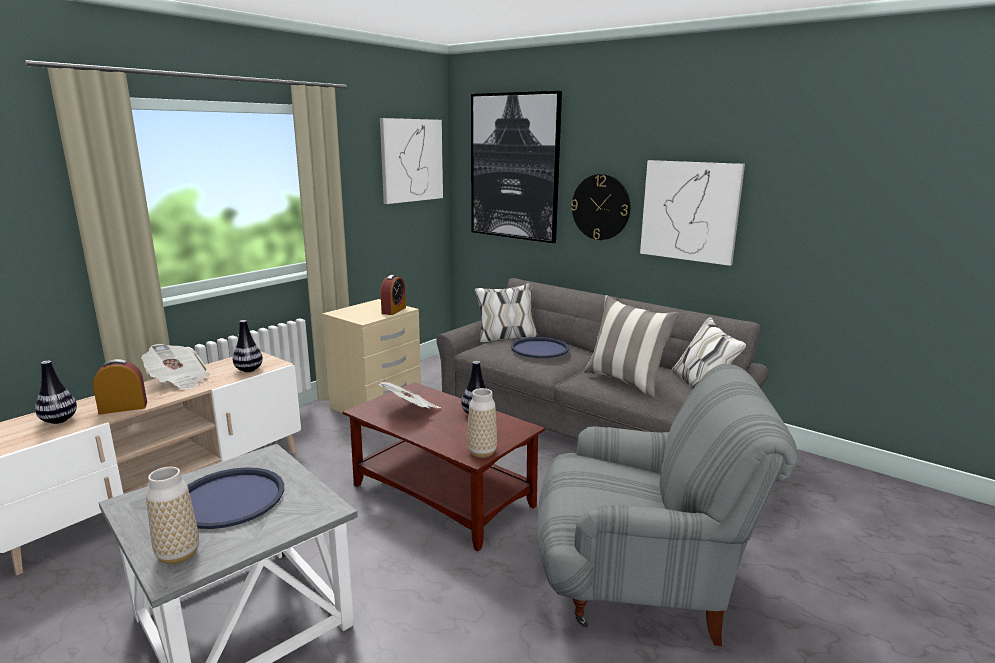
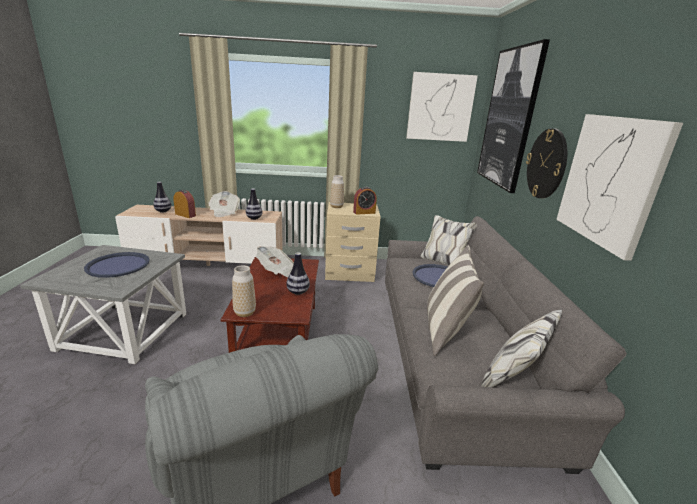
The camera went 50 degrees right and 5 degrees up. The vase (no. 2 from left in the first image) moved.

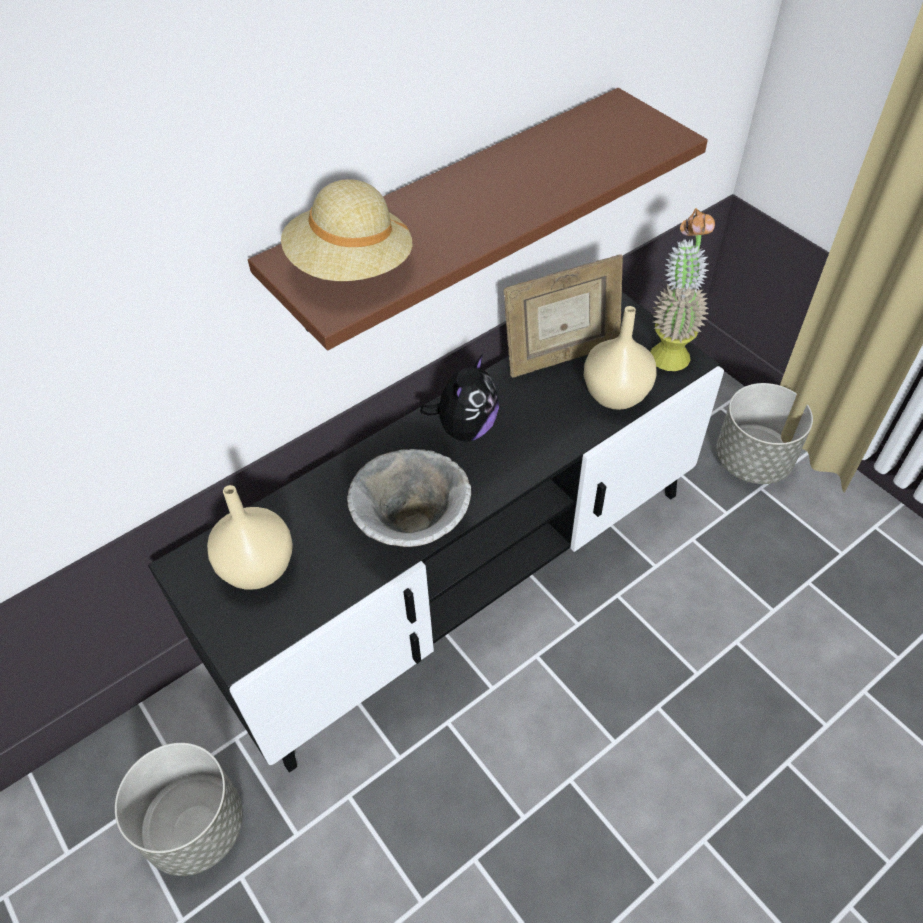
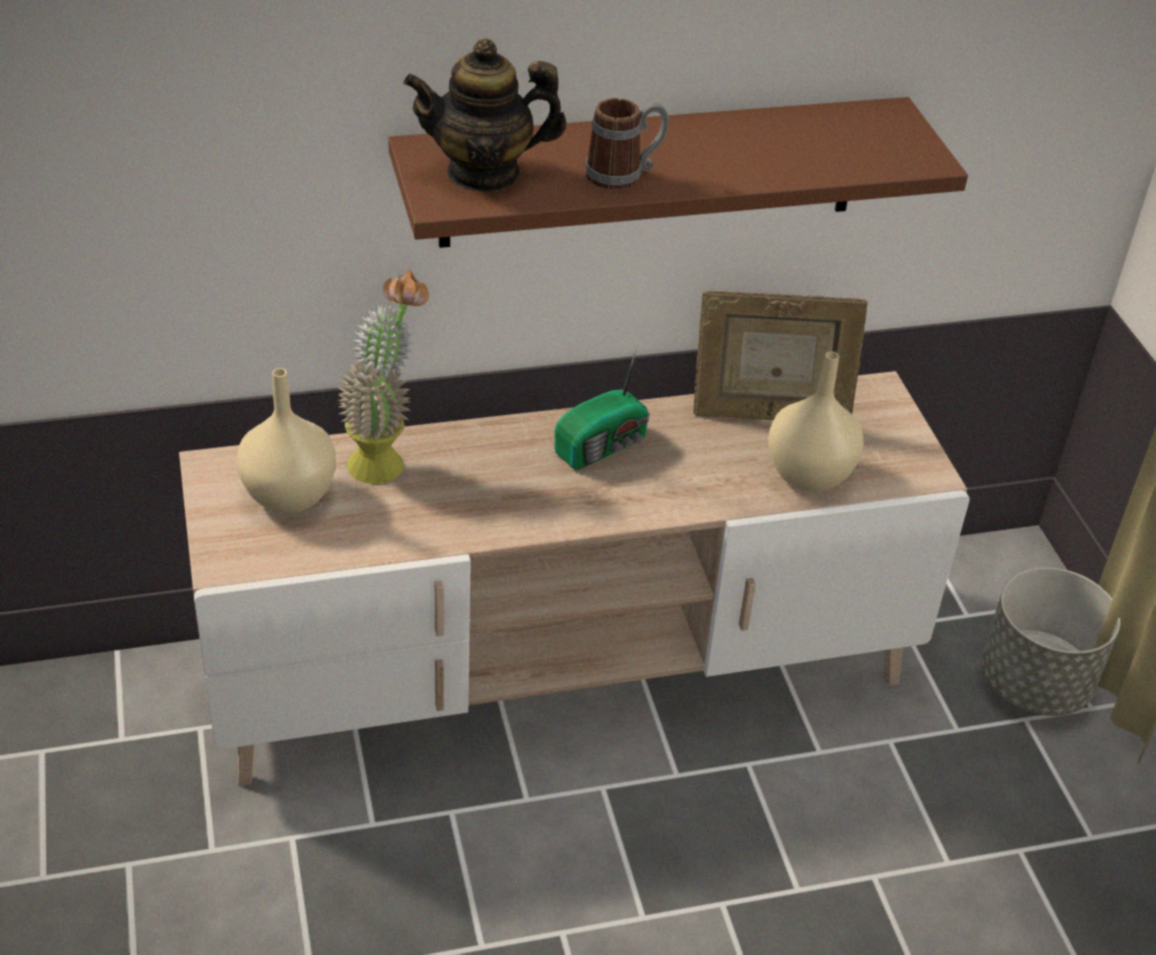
The camera went 20 degrees right and 10 degrees down. The beige-coloured_wearable_hat was replaced by the pot_for_tea. The houseplant moved. The black-coloured_tv_unit became the beige-coloured_tv_unit. The cuddly_toy was replaced by the radio. The serving_bowl disappeared. The greyish_planter (no. 1 from left) disappeared. The mug appeared.

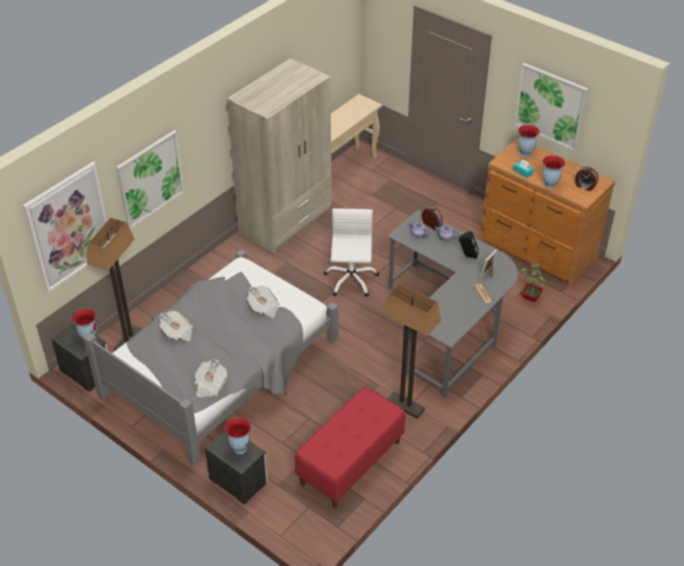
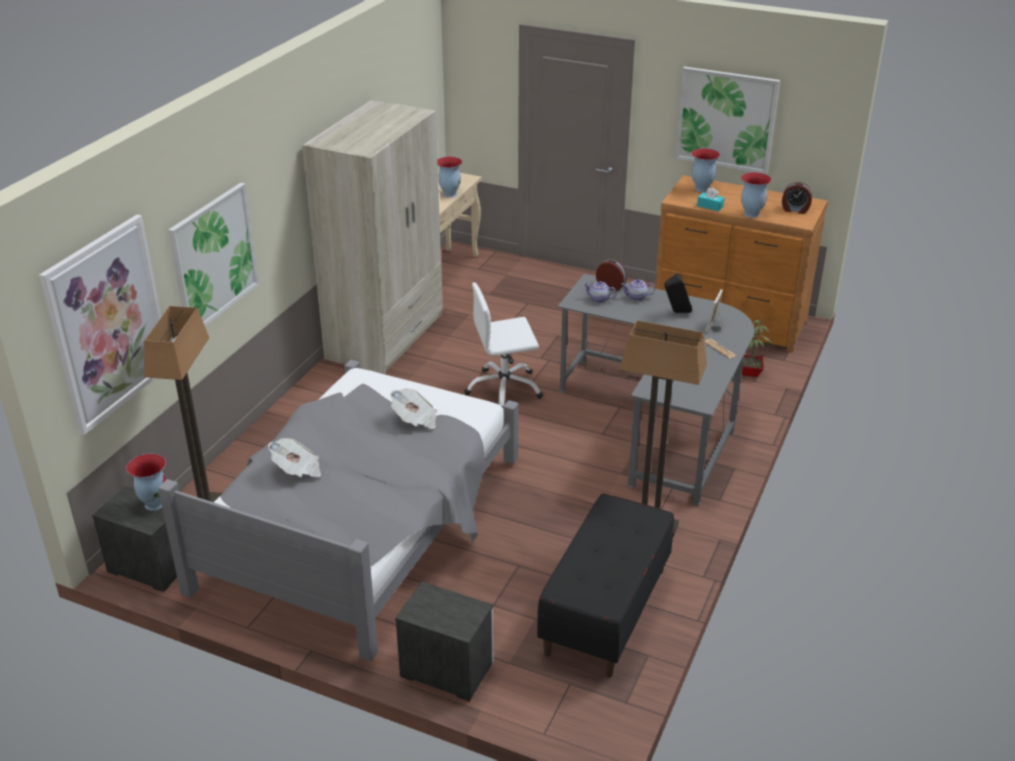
The camera went 15 degrees left and 10 degrees down. The whitish_computer_chair turned 90 degrees counterclockwise. The printed_paper (no. 2 from left) disappeared. The red-coloured_bench became the black-coloured_bench. The vase (no. 2 from left) moved.

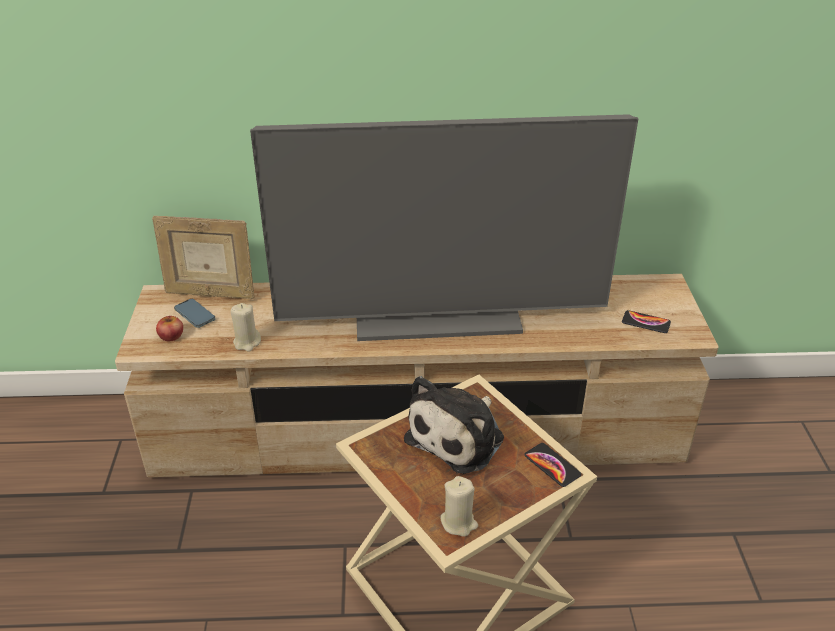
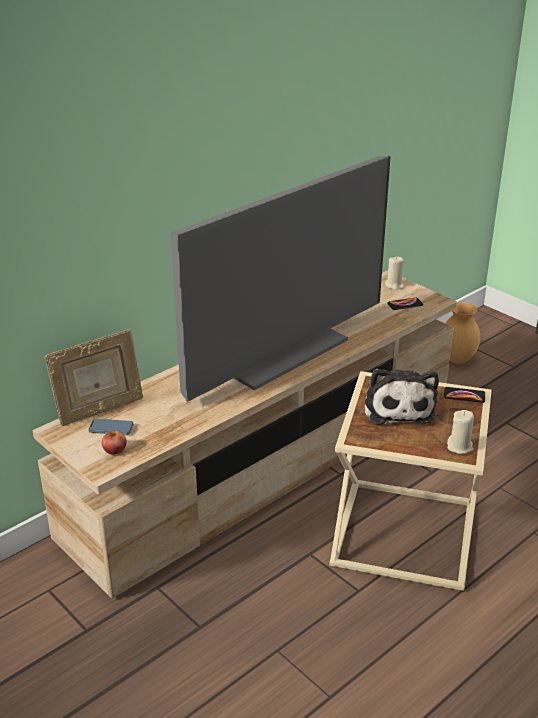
The camera went 40 degrees left and 5 degrees down. The beige-coloured_wax_light (no. 1 from left) moved. The brown_vase appeared.

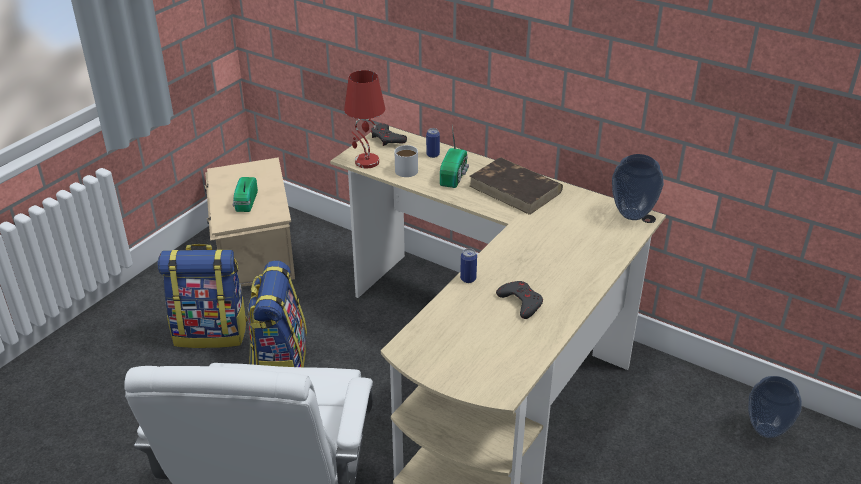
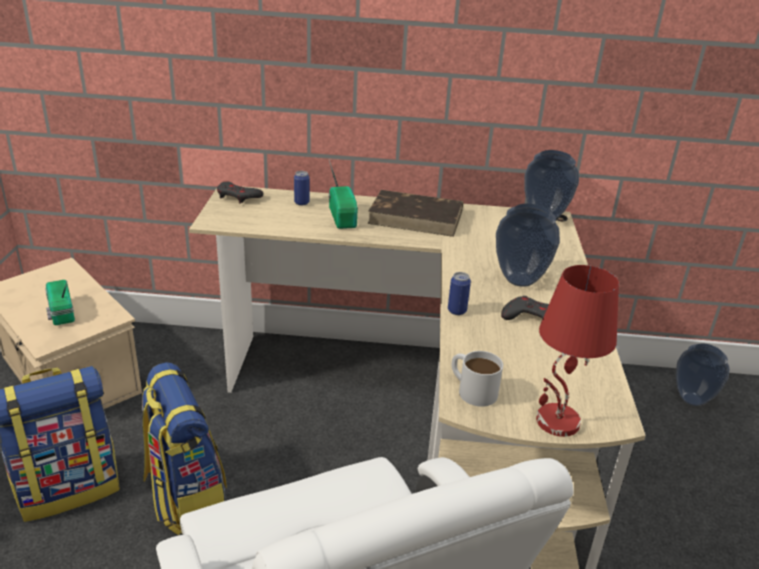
The camera went 30 degrees left and 5 degrees down. The red-coloured_tabletop_lamp moved. The whitish_mug moved. The vase (no. 1 from left) appeared.

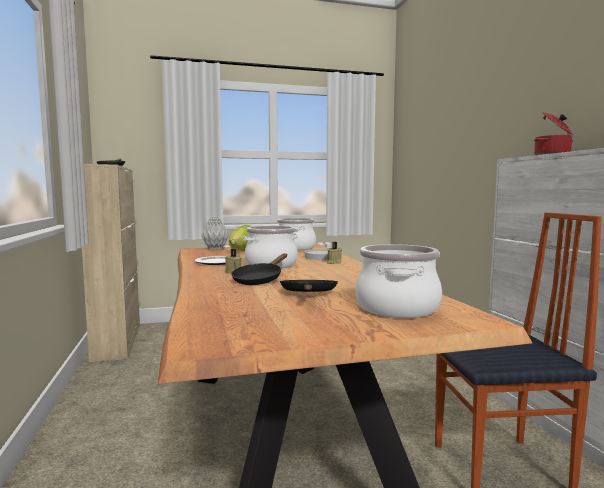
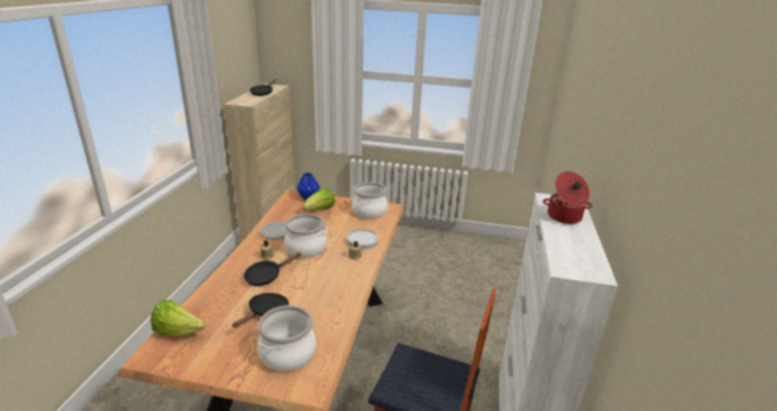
The camera went 25 degrees right and 20 degrees up. The greyish_vase became the bluish_vase. The lettuce (no. 1 from left) appeared.

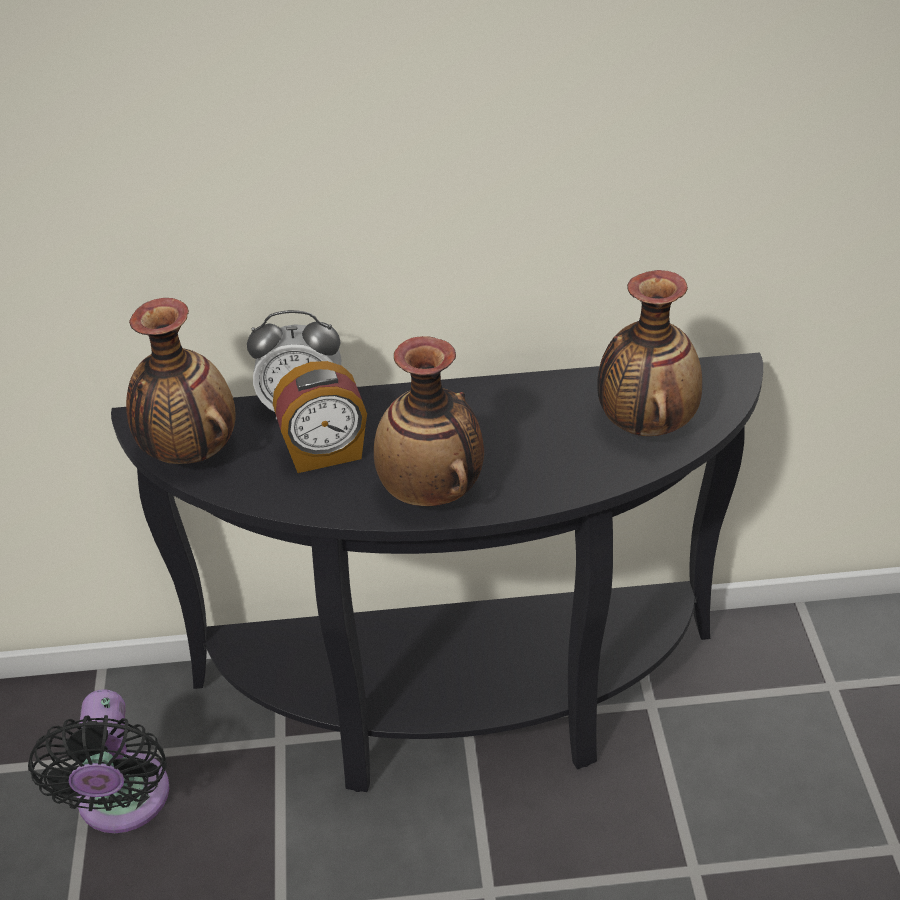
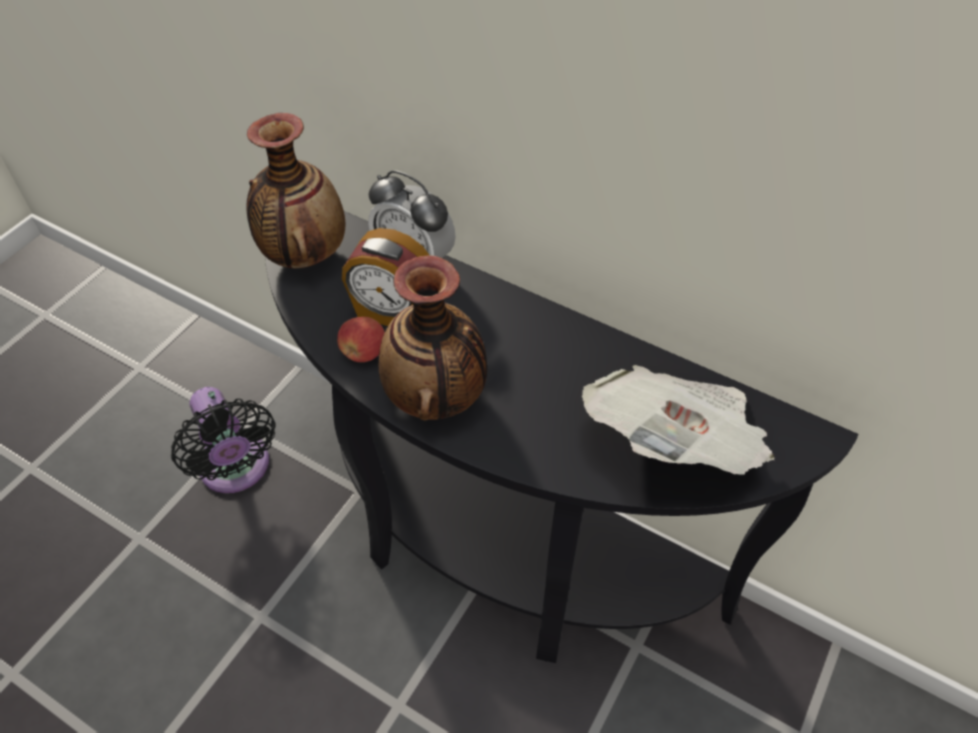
The camera went 35 degrees right and 10 degrees up. The vase (no. 3 from left) was replaced by the printed_paper. The black-coloured_fan turned 60 degrees counterclockwise. The whole_apple appeared.

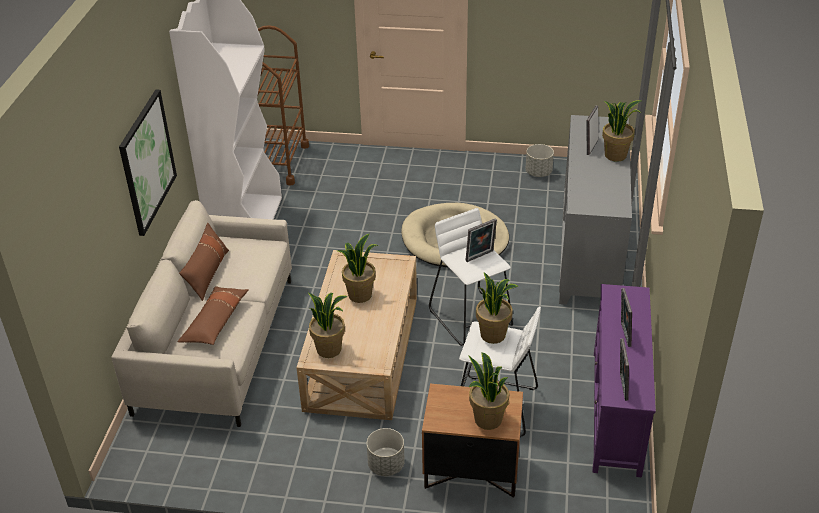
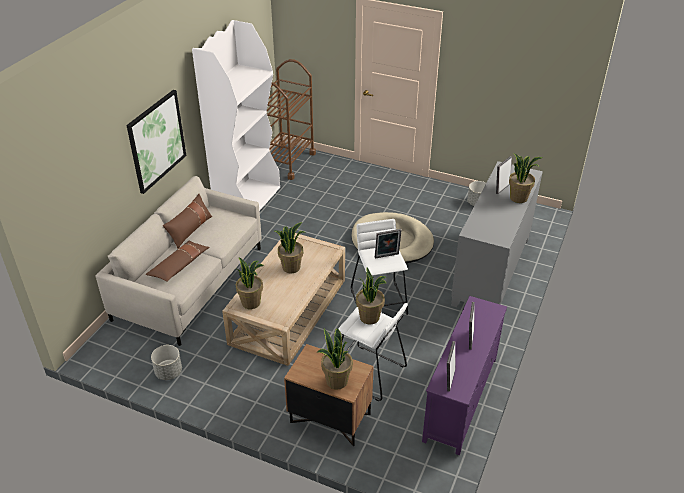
The camera went 15 degrees right and 0 degrees up. The greyish_planter (no. 1 from left) moved.

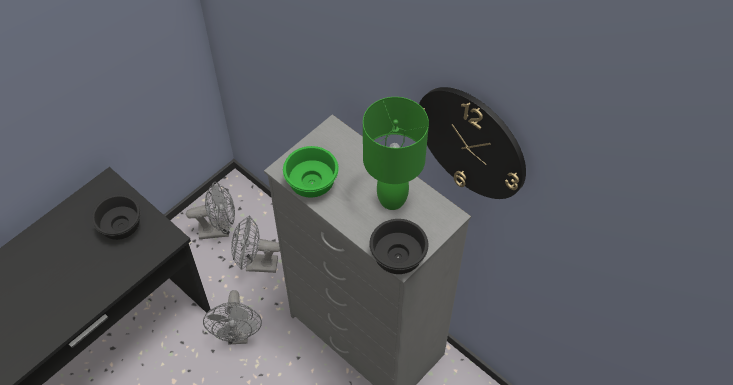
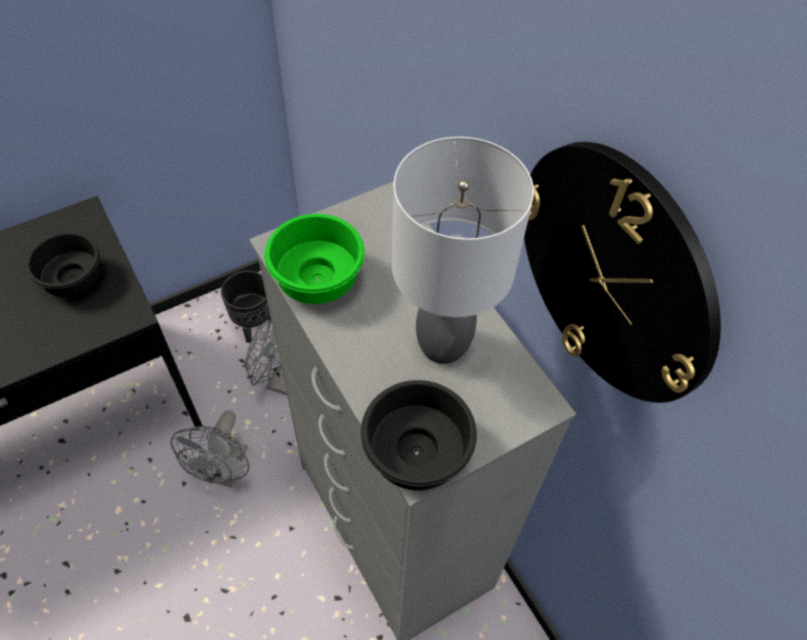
The camera went 15 degrees right and 0 degrees up. The green_tabletop_lamp became the greyish_tabletop_lamp. The greyish_fan (no. 1 from left) was replaced by the black-coloured_planter.

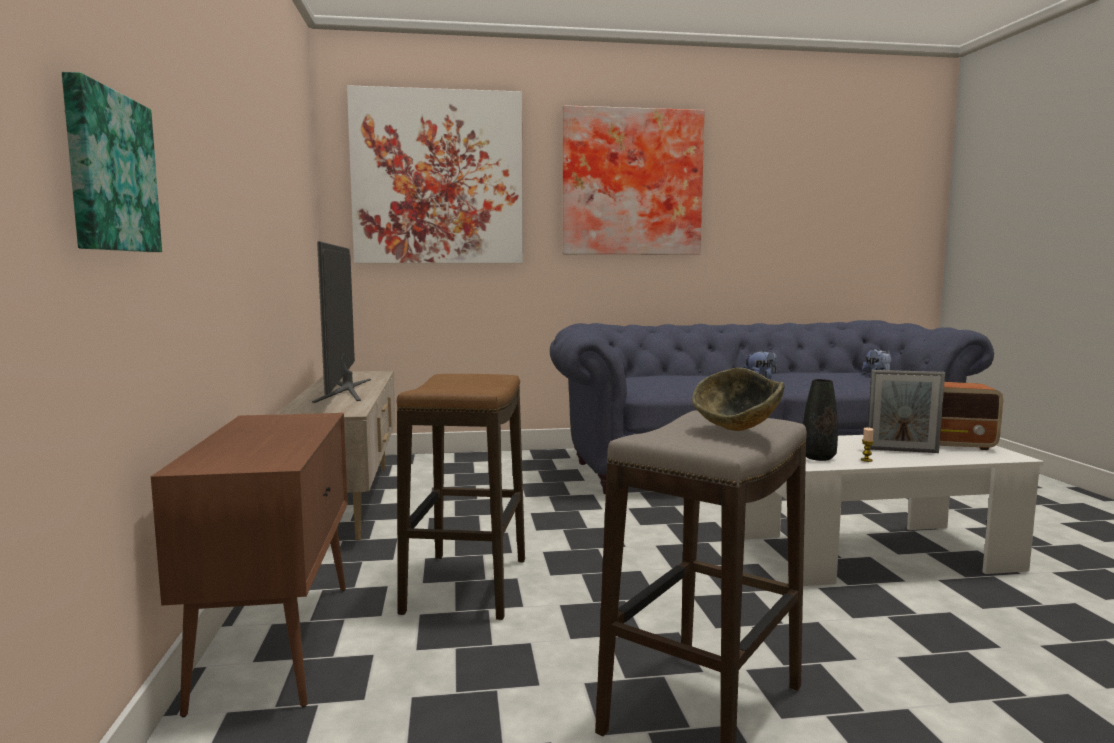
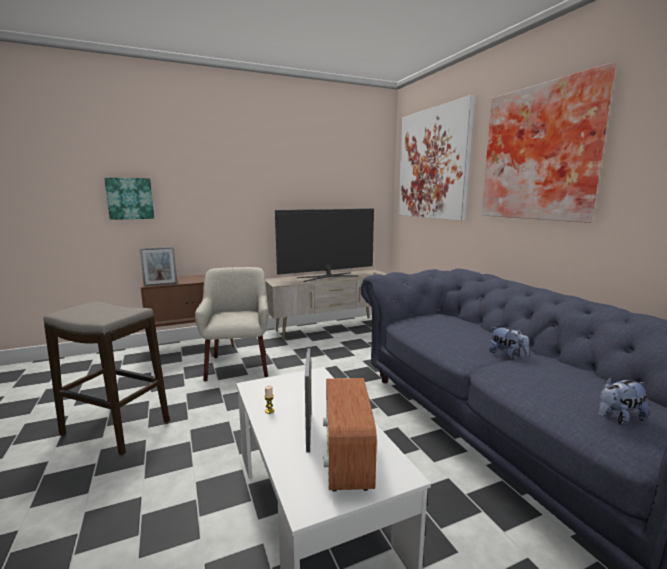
The camera went 75 degrees right and 5 degrees up. The serving_bowl disappeared. The stool_seat (no. 1 from left) was replaced by the beige-coloured_easy_chair. The black-coloured_vase disappeared. The photo_frame (no. 1 from left) appeared.

